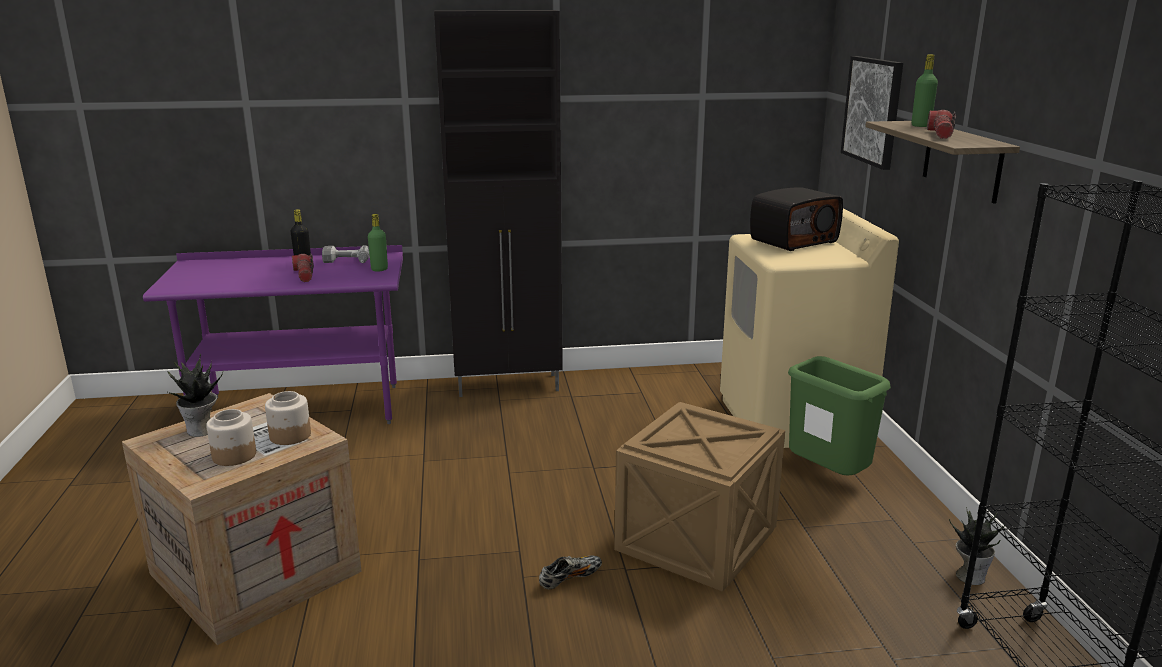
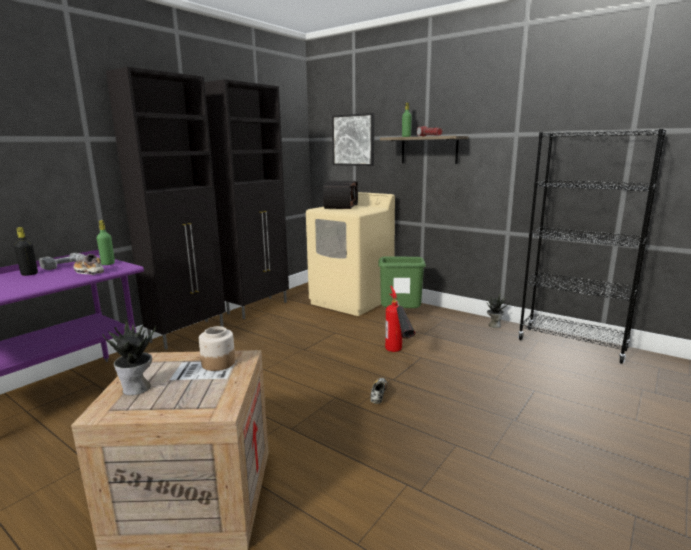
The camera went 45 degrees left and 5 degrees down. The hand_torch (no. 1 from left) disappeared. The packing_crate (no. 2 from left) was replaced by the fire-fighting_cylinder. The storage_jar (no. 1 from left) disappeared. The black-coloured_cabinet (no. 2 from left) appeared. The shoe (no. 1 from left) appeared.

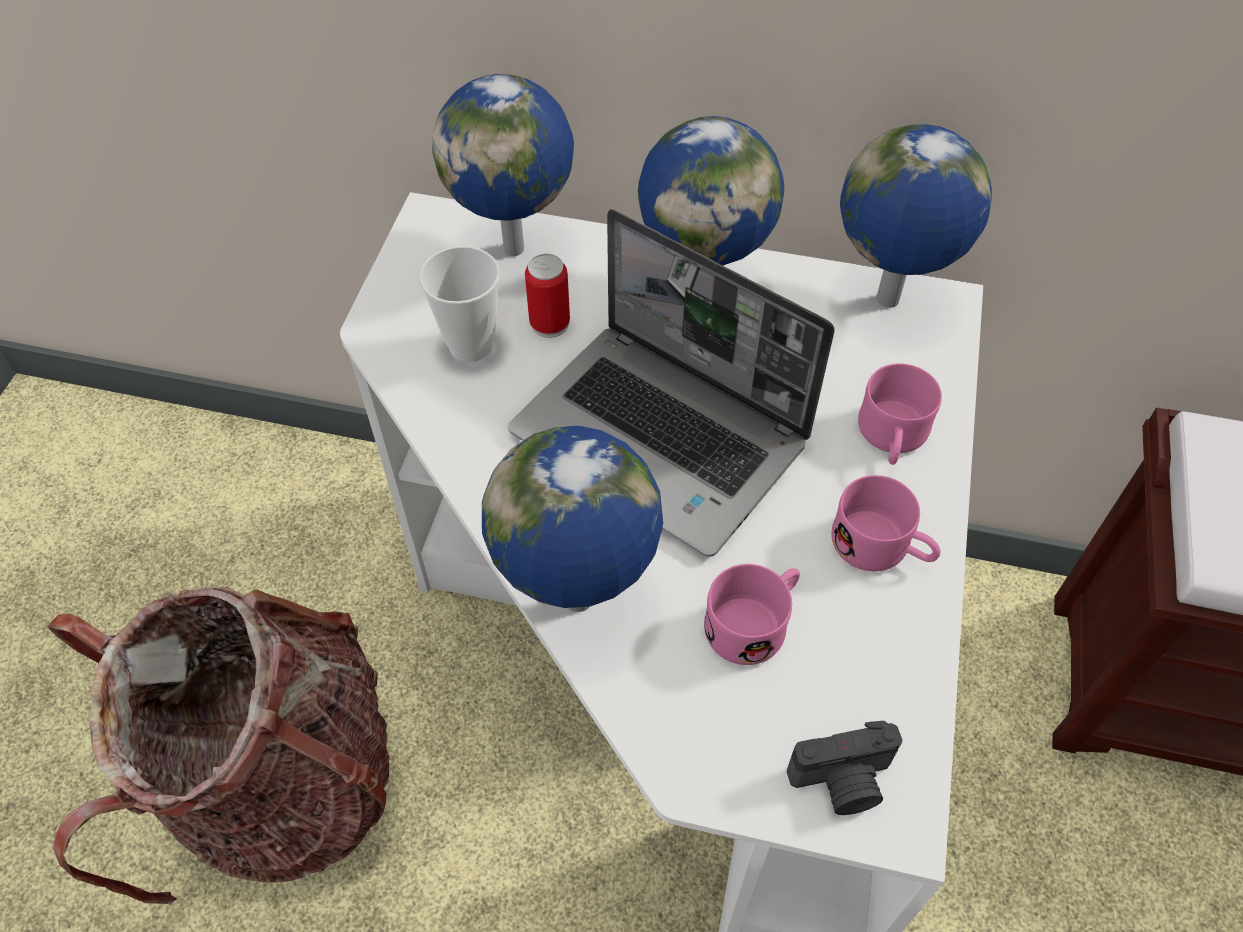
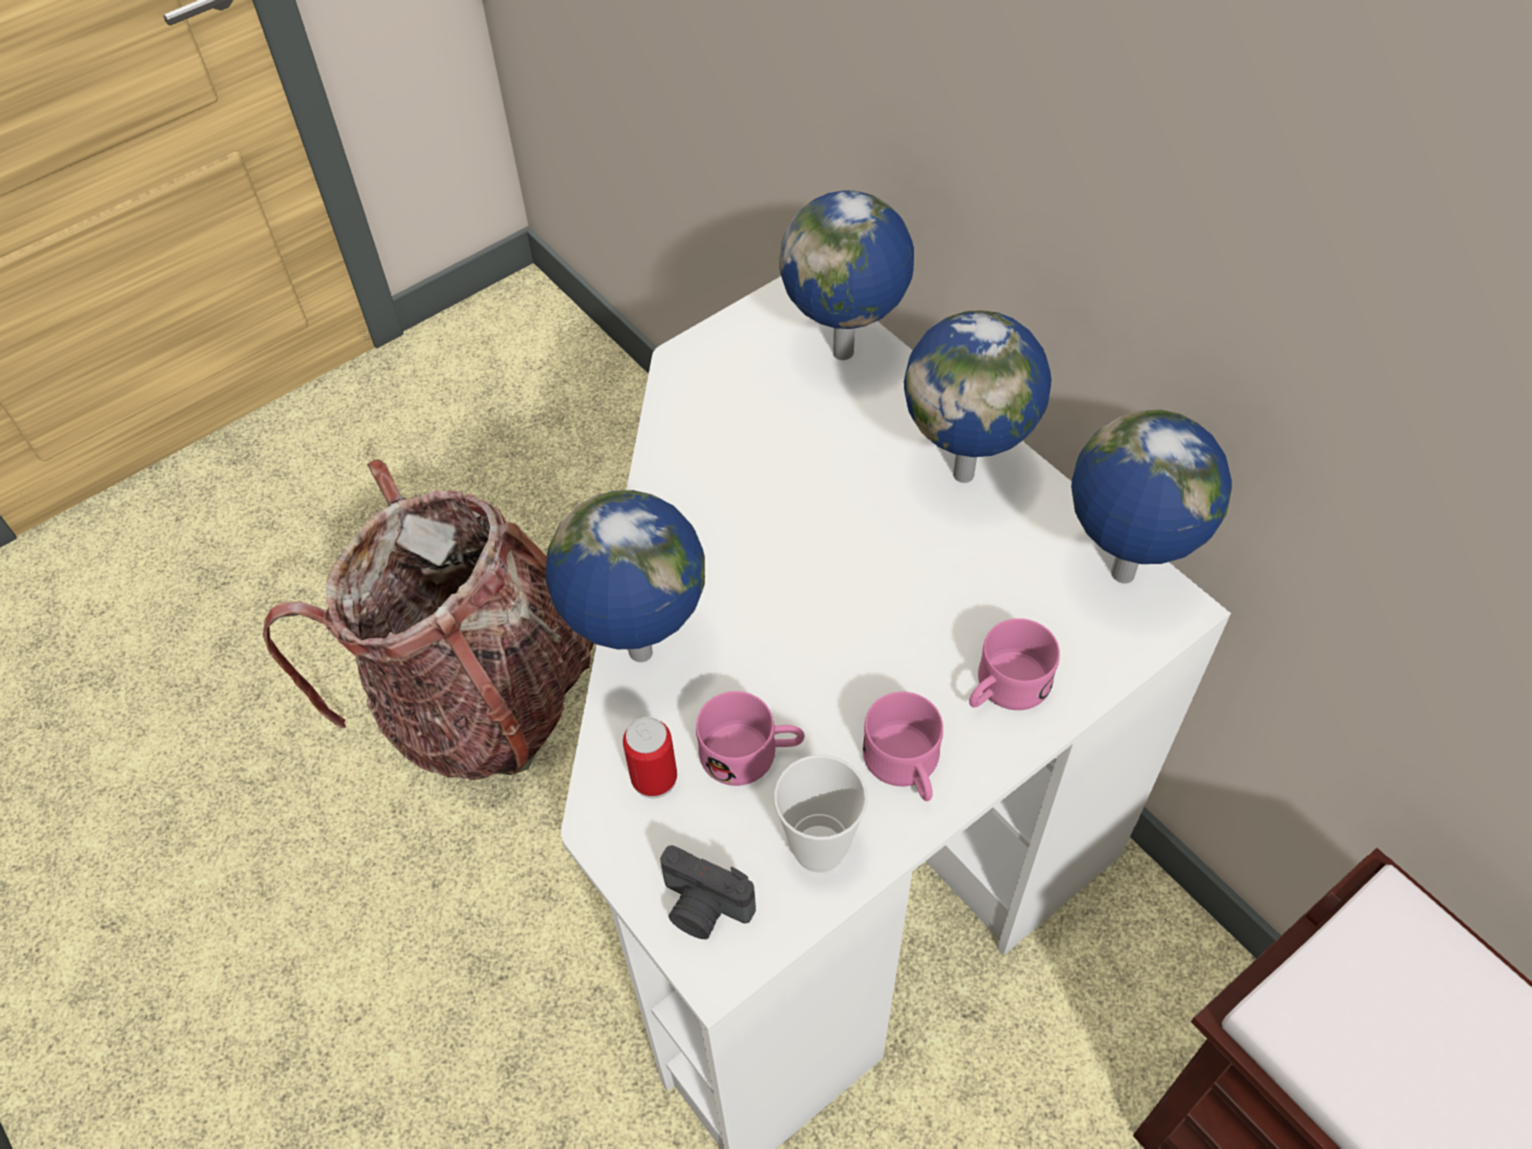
The camera went 40 degrees right and 0 degrees up. The notebook_computer disappeared. The cup moved. The sealed_can moved.

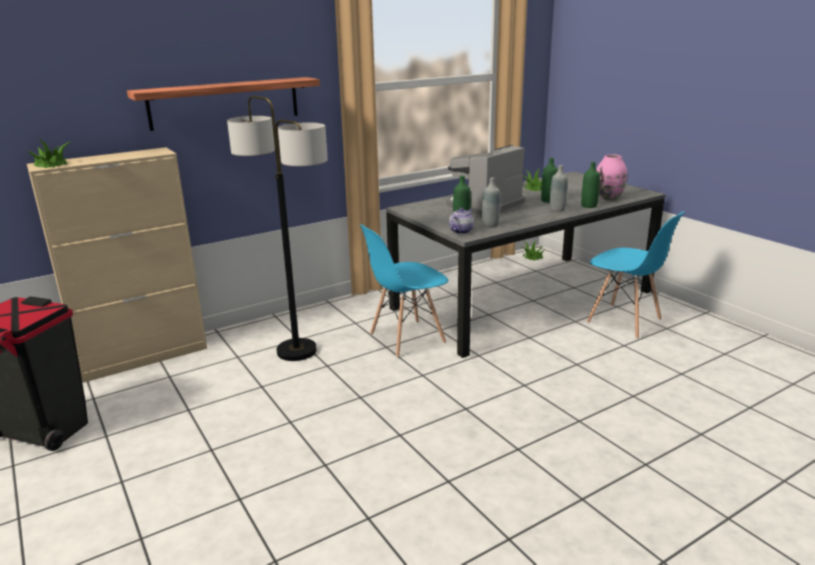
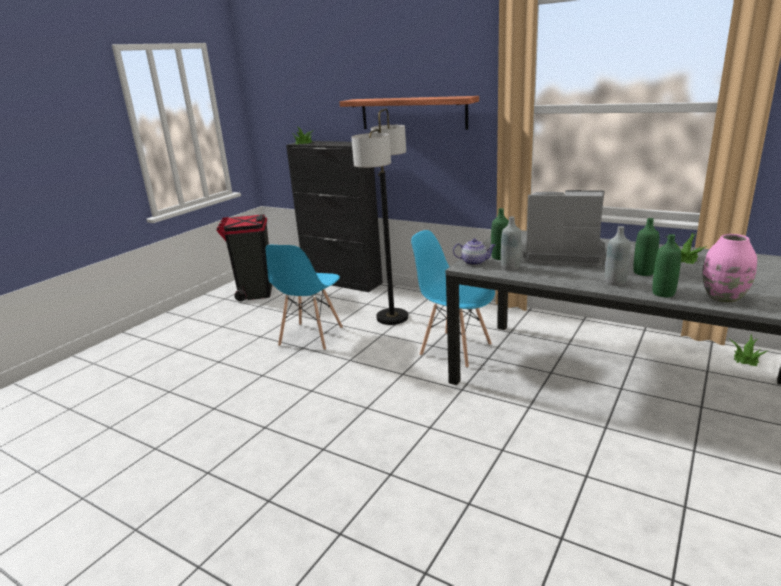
The camera went 65 degrees right and 0 degrees up. The beige-coloured_cabinet became the black-coloured_cabinet. The bluish_chair (no. 2 from left in the first image) moved.

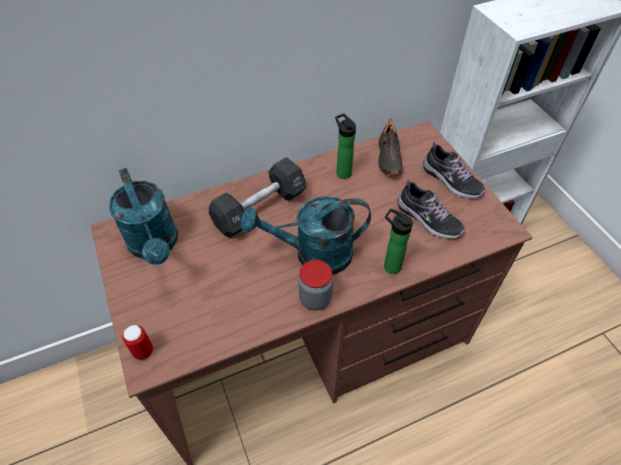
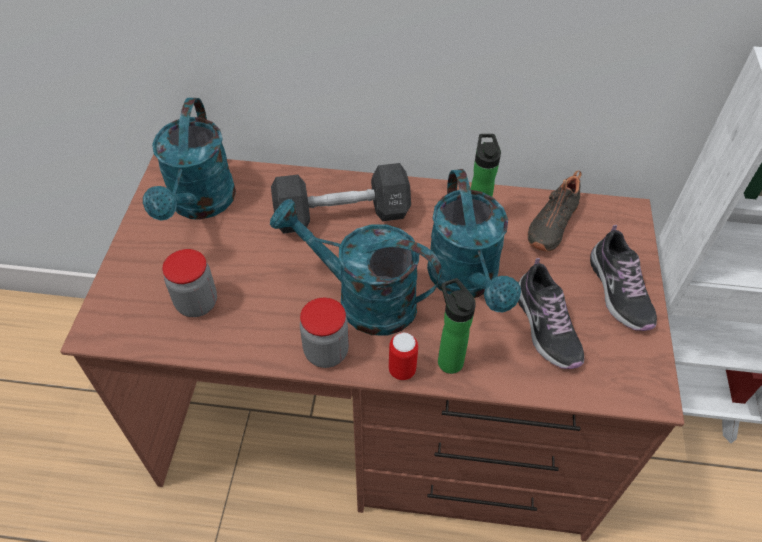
The camera went 30 degrees right and 0 degrees up. The sealed_can moved. The turquoise_sprinkling_can (no. 3 from left) appeared. The storage_jar (no. 1 from left) appeared.

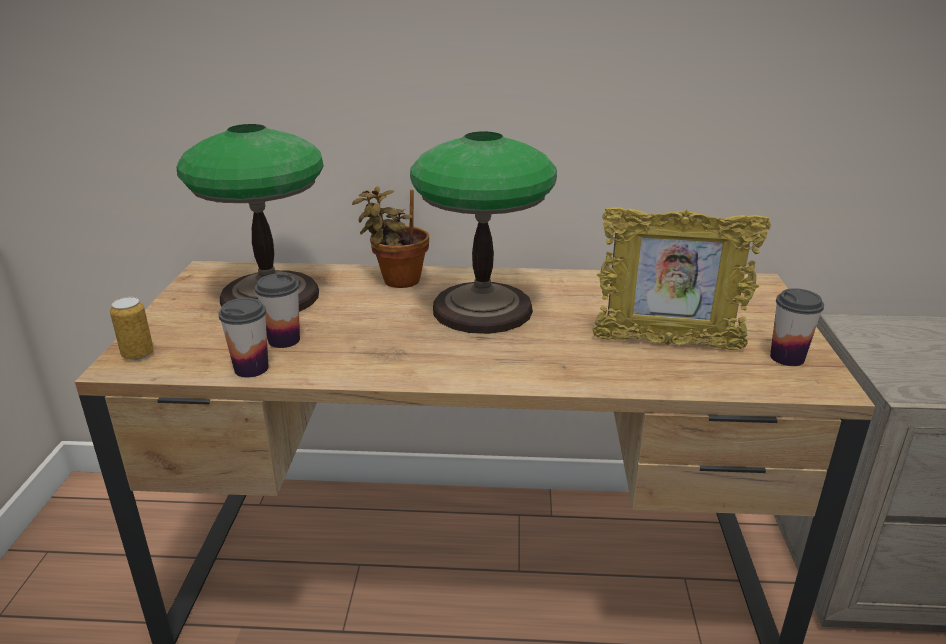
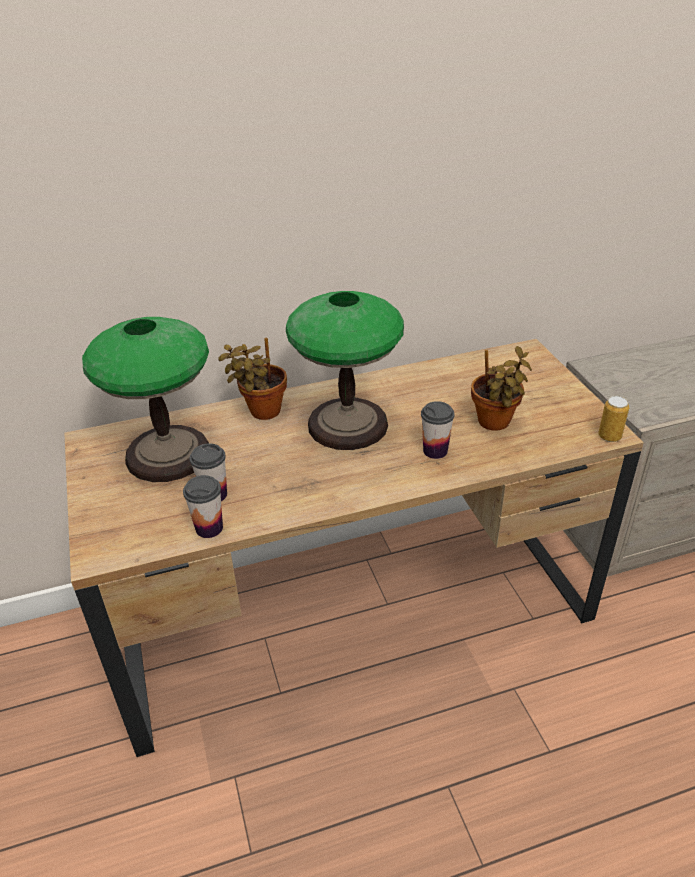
The camera went 20 degrees left and 10 degrees up. The photo_frame was replaced by the houseplant (no. 2 from left). The cup (no. 3 from left) moved. The sealed_can moved.

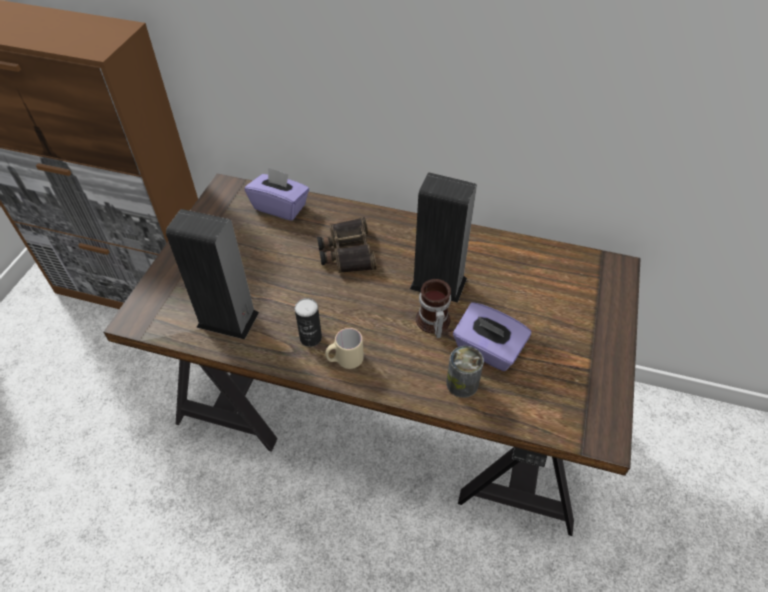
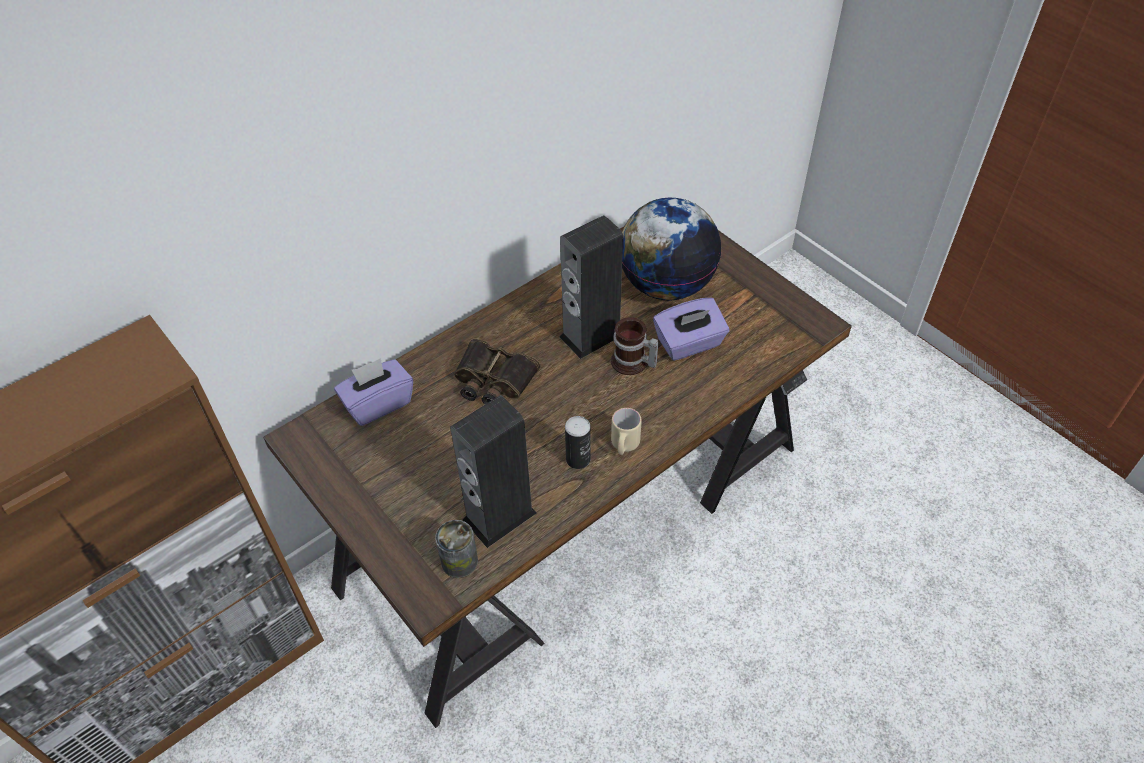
The camera went 55 degrees left and 0 degrees up. The sealed_can (no. 2 from left in the first image) moved. The desk_globe appeared.

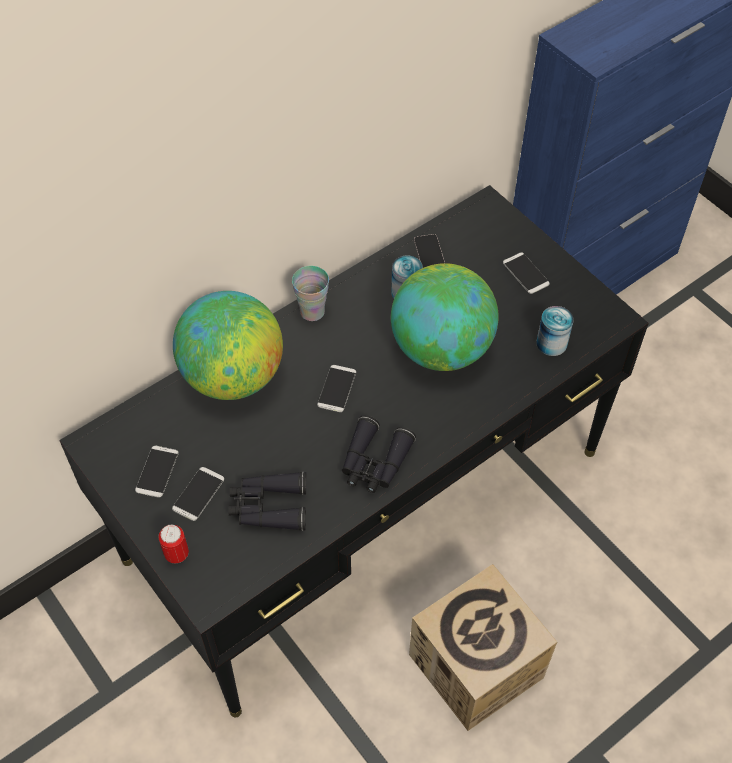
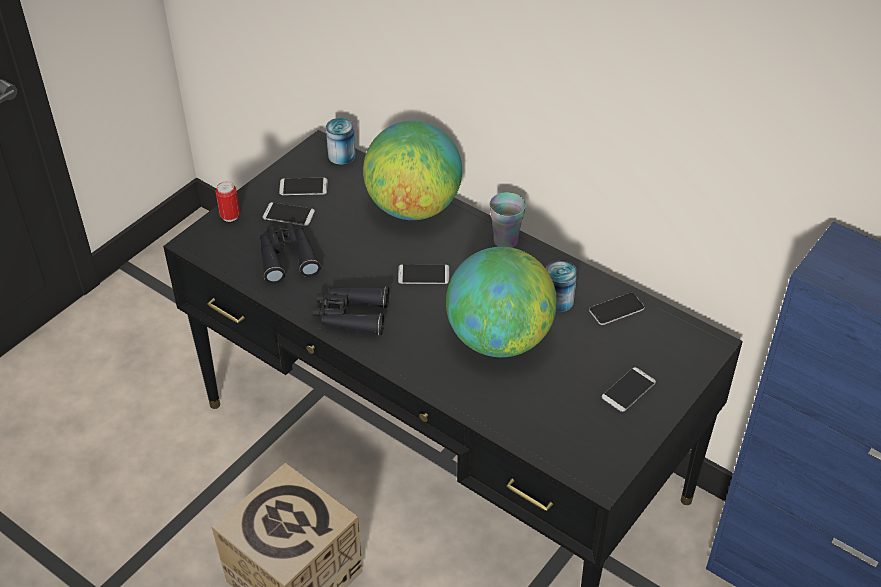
The camera went 75 degrees right and 10 degrees down. The sealed_can (no. 3 from left in the first image) moved.

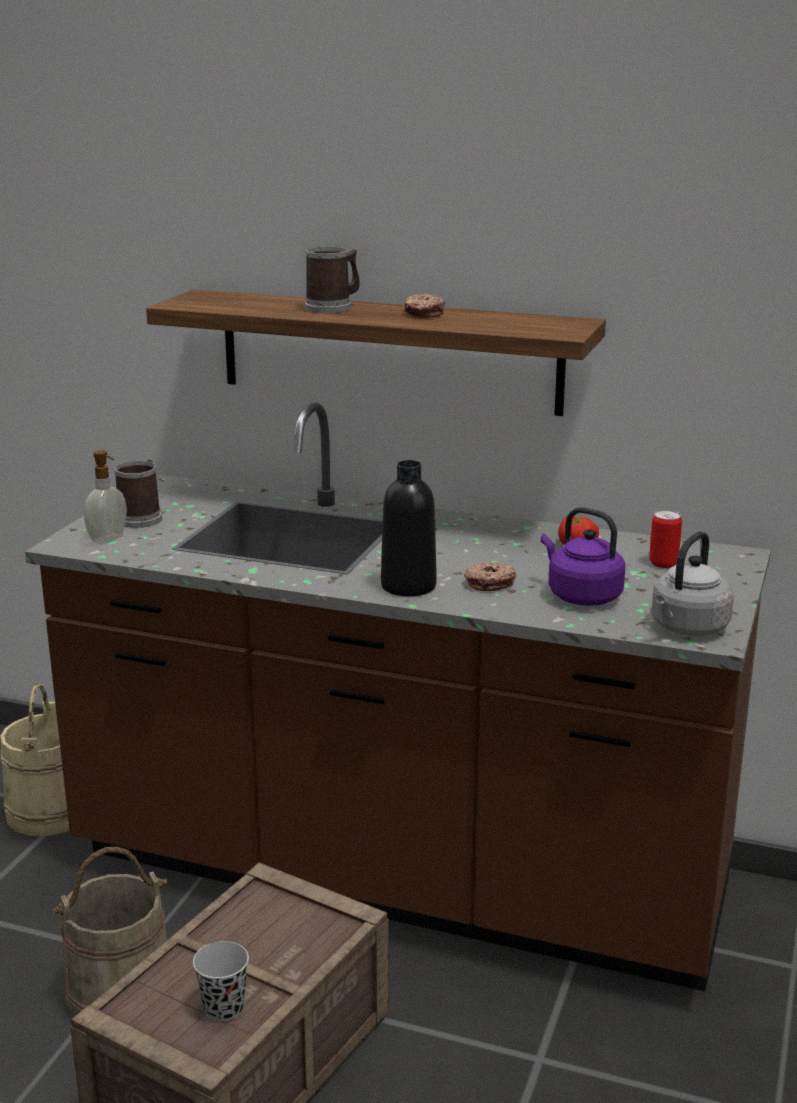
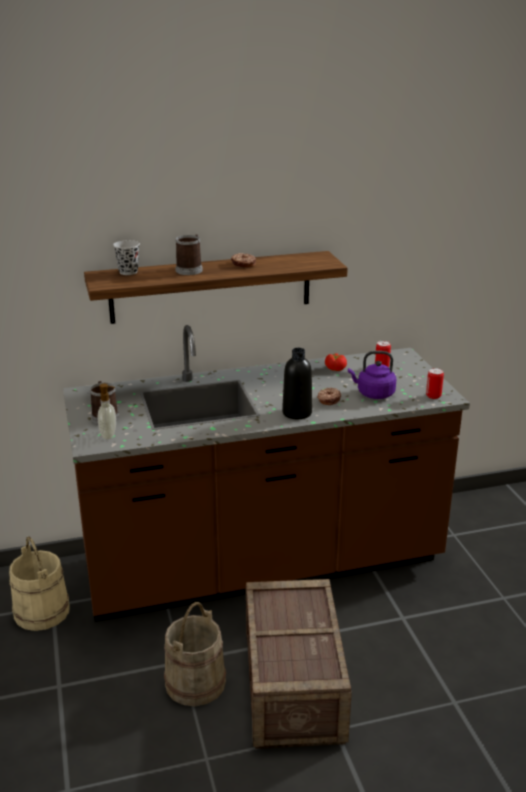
The camera went 35 degrees left and 5 degrees up. The greyish_water_kettle was replaced by the sealed_can (no. 2 from left). The black-coloured_cup moved.

